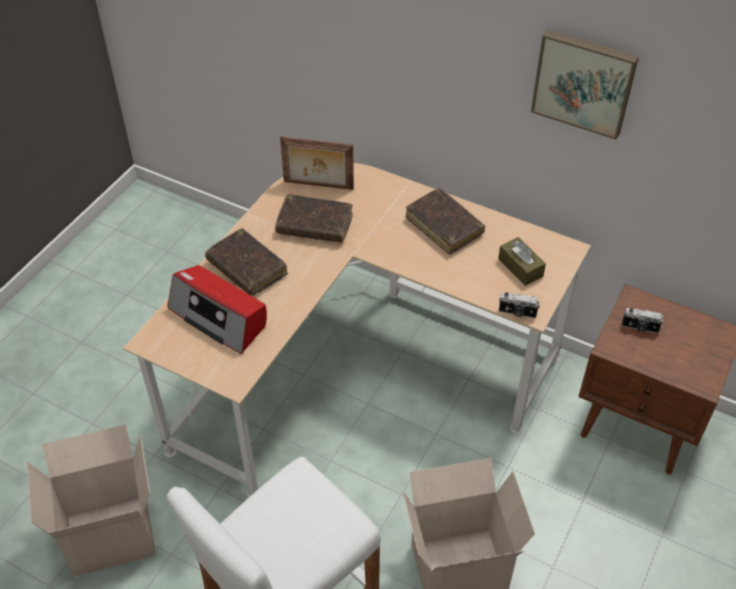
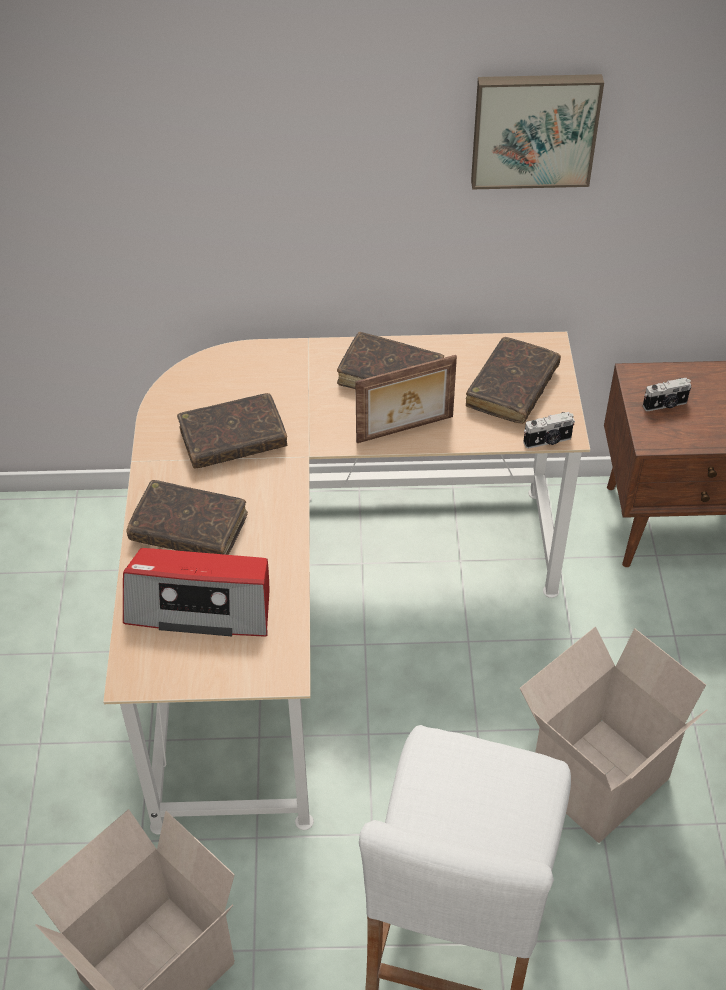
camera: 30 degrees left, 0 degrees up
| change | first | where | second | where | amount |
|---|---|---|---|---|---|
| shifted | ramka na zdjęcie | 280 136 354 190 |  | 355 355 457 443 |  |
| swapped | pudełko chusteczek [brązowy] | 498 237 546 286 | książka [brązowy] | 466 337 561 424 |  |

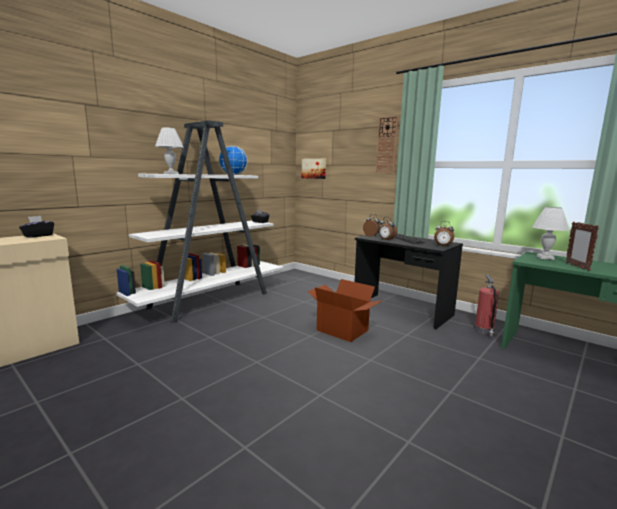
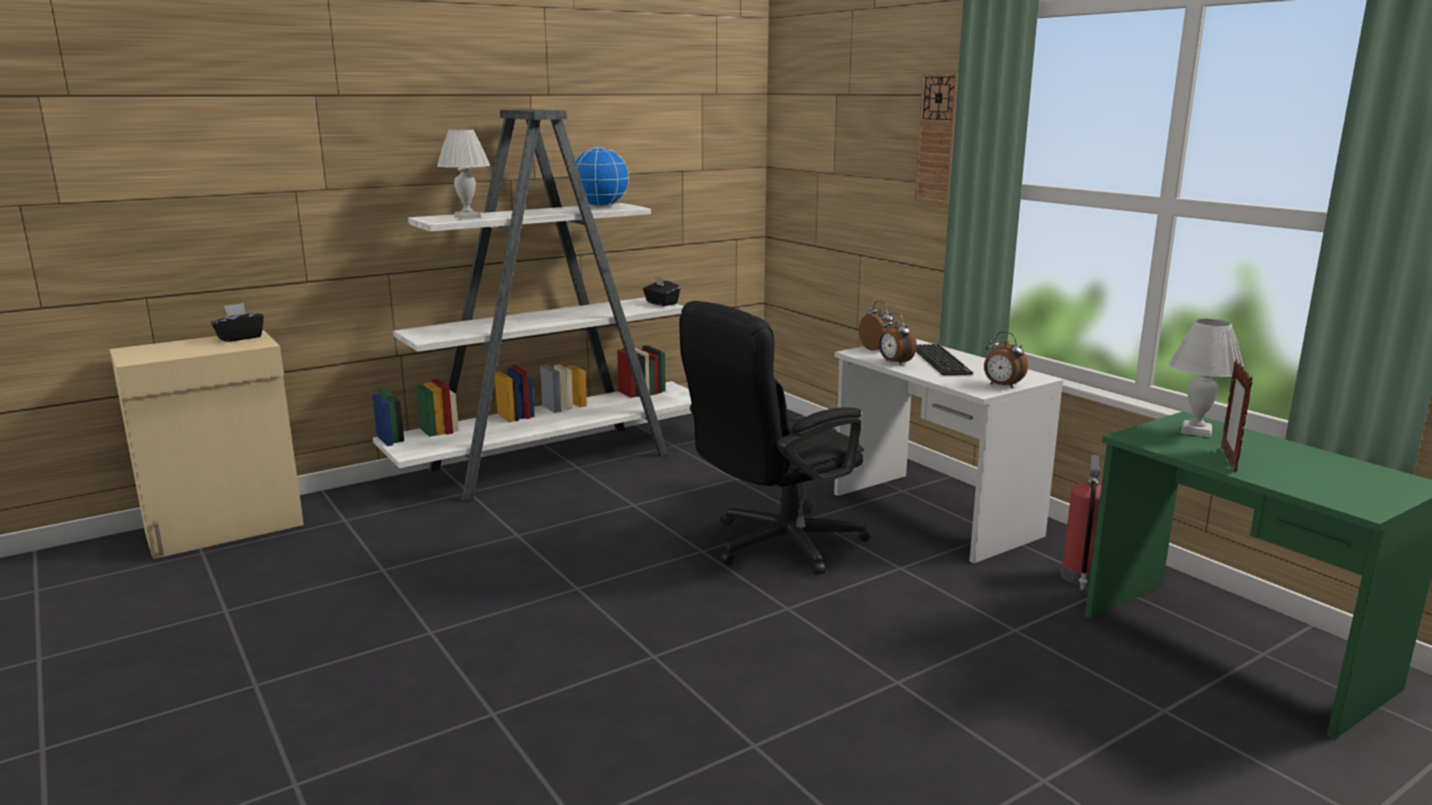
camera: 15 degrees right, 5 degrees up
| change | first | where | second | where | amount |
|---|---|---|---|---|---|
| gone | obraz | 302 159 326 179 |  |  |  |
| swapped | karton | 307 279 383 342 | krzesło biurowe [czarny] | 679 301 870 575 |  |
| repainted | biurko [czarny] | 355 233 463 329 | biurko [biały] | 834 339 1064 563 |  |

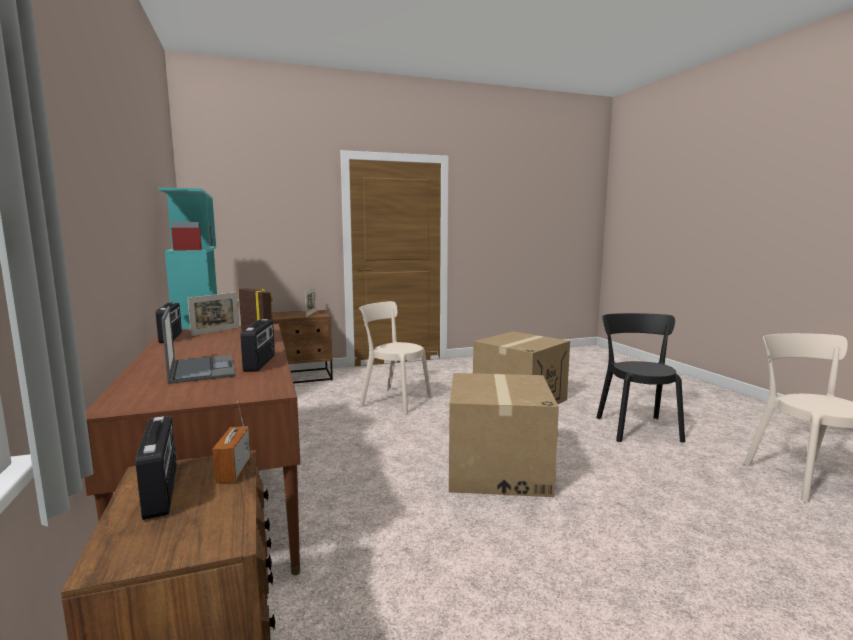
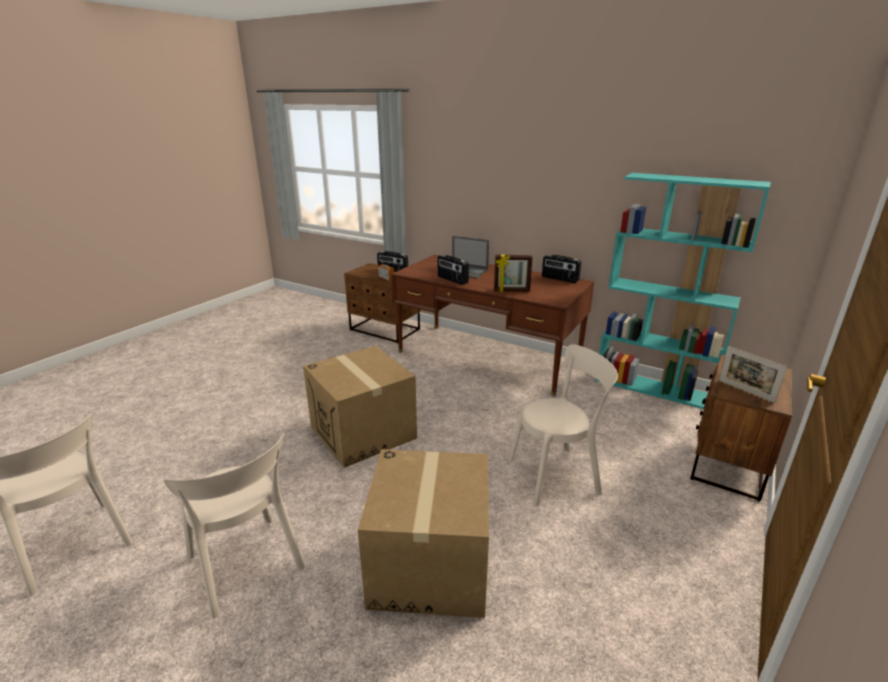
camera: 140 degrees right, 15 degrees up
| change | first | where | second | where | amount |
|---|---|---|---|---|---|
| gone | ramka na zdjęcie | 188 292 239 336 |  |  |  |
| repainted | krzesło [czarny] | 596 313 685 443 | krzesło [beżowy] | 164 433 305 619 |  |

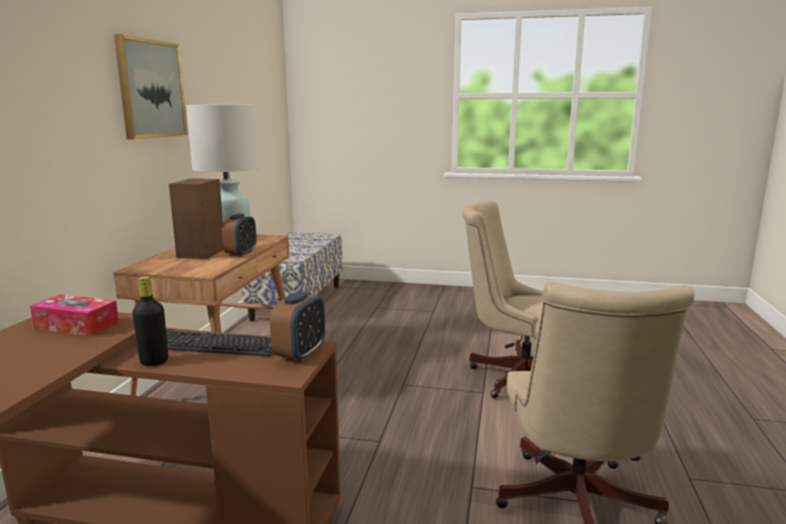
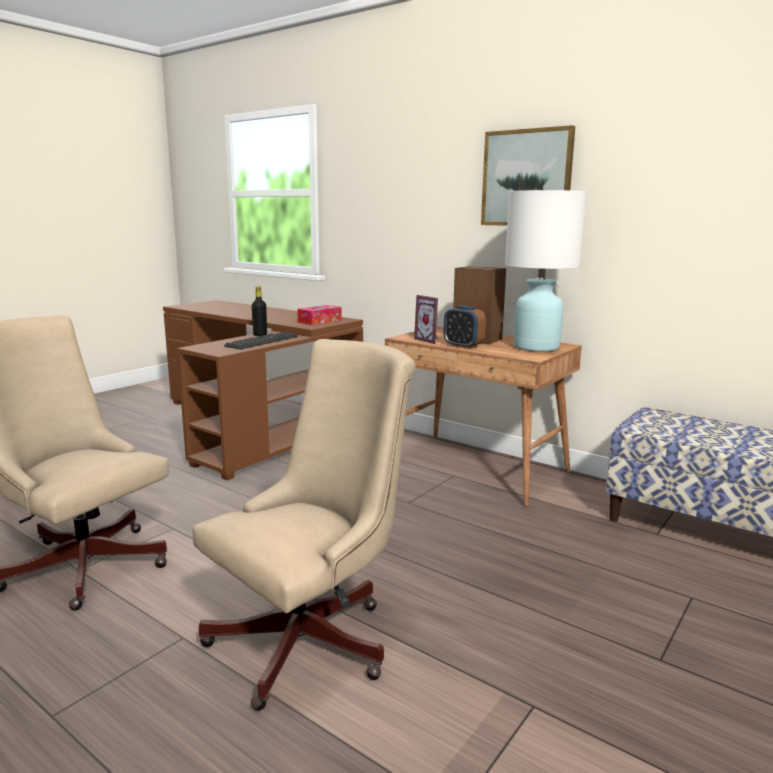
camera: 115 degrees right, 0 degrees up
| change | first | where | second | where | amount |
|---|---|---|---|---|---|
| gone | budzik | 270 291 325 362 |  |  |  |
| new |  |  | ramka na zdjęcie | 414 295 438 344 |  |

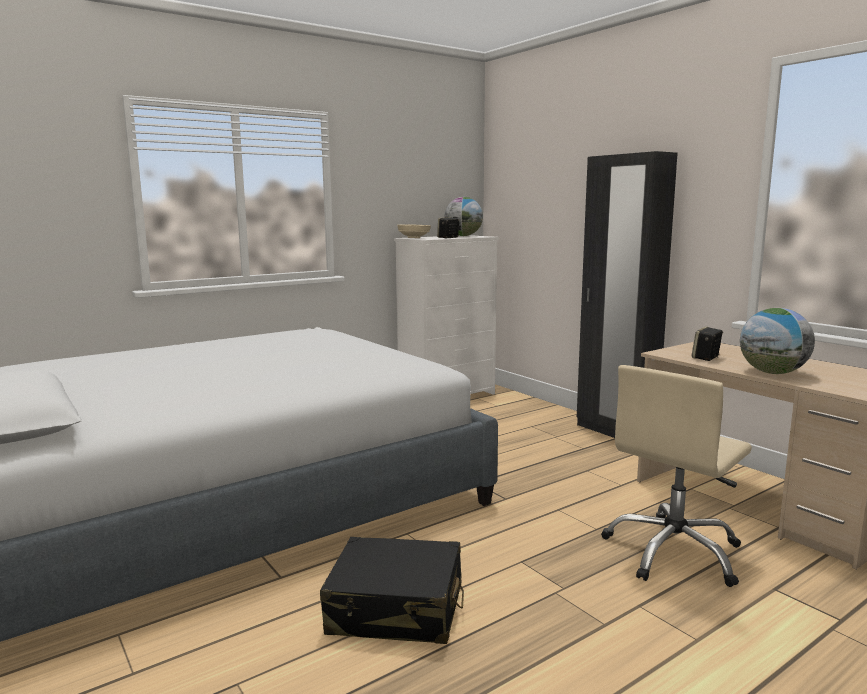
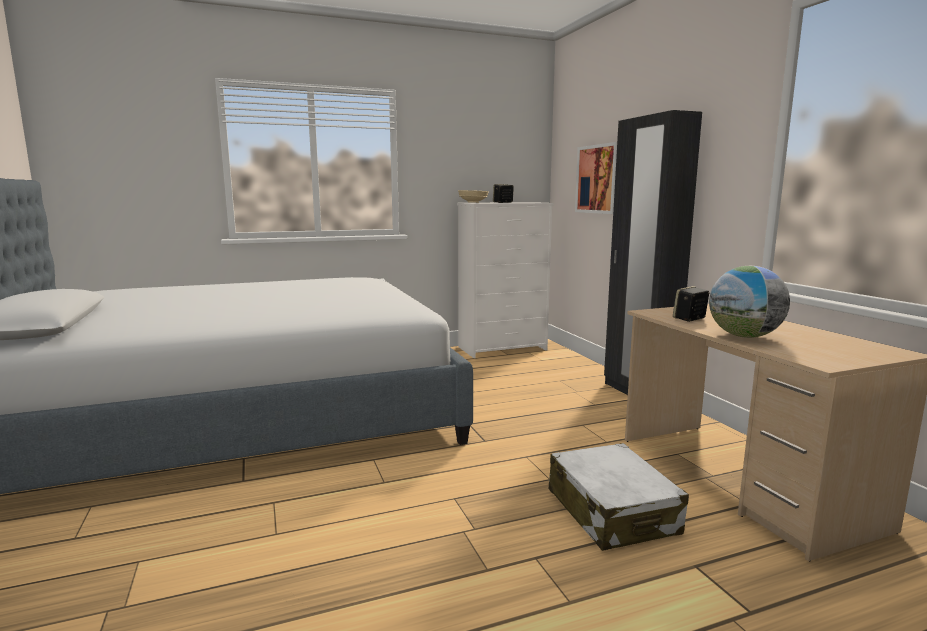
camera: 15 degrees right, 0 degrees up
| change | first | where | second | where | amount |
|---|---|---|---|---|---|
| gone | walizka [czarny] | 320 537 464 644 |  |  |  |
| gone | globus | 445 197 483 236 |  |  |  |
| new |  |  | obraz | 575 142 617 214 |  |
| swapped | krzesło biurowe [beżowy] | 601 365 752 587 | walizka [biały] | 549 443 689 551 |  |

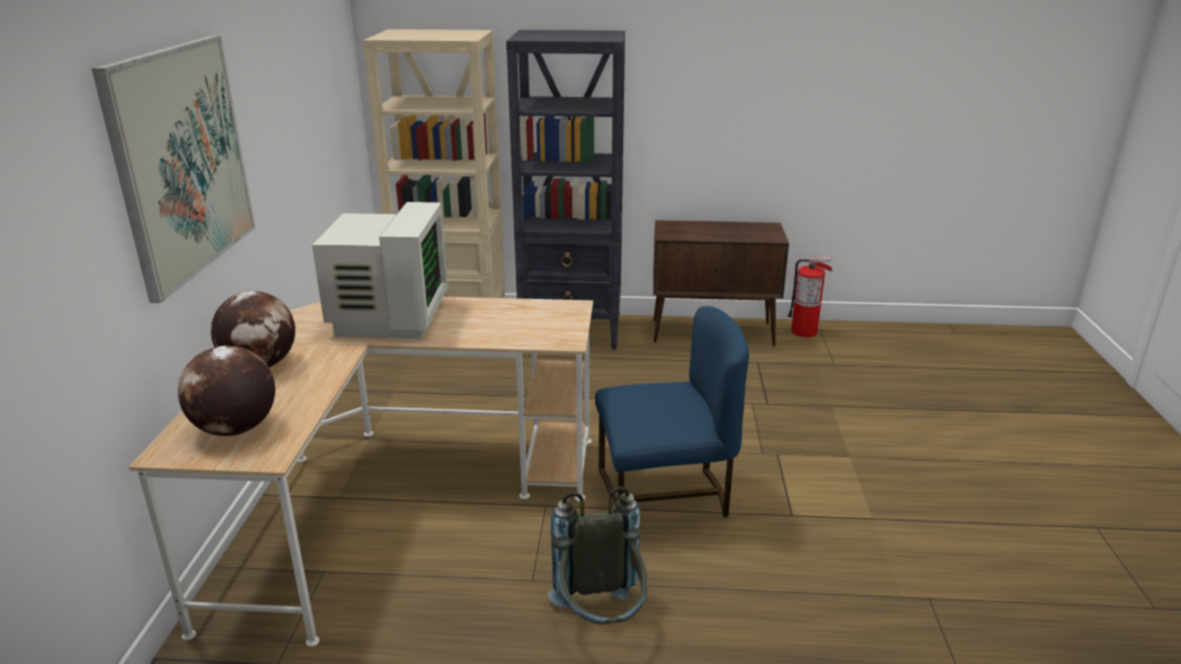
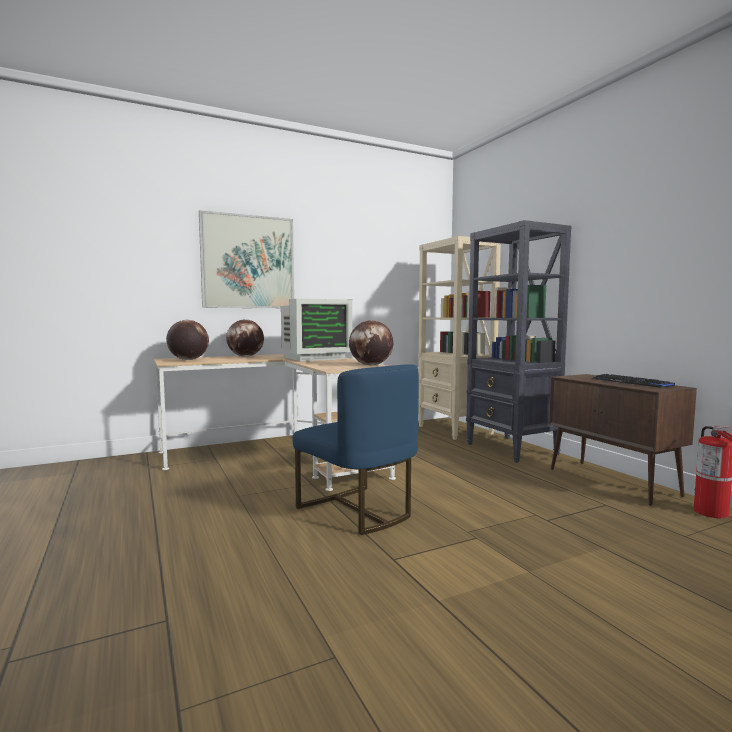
camera: 60 degrees right, 20 degrees down
| change | first | where | second | where | amount |
|---|---|---|---|---|---|
| gone | plecak [szary] | 548 486 648 624 |  |  |  |
| new |  |  | globus | 349 320 393 365 |  |
| new |  |  | klawiatura | 593 374 675 388 |  |

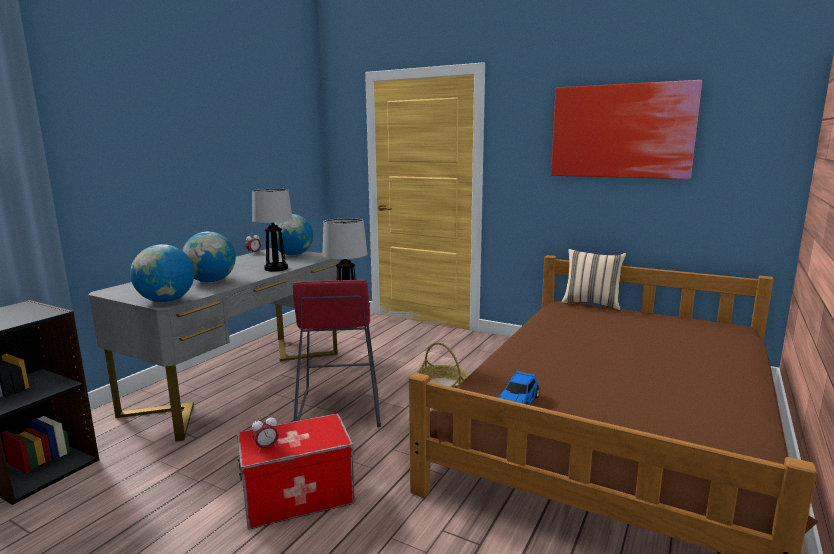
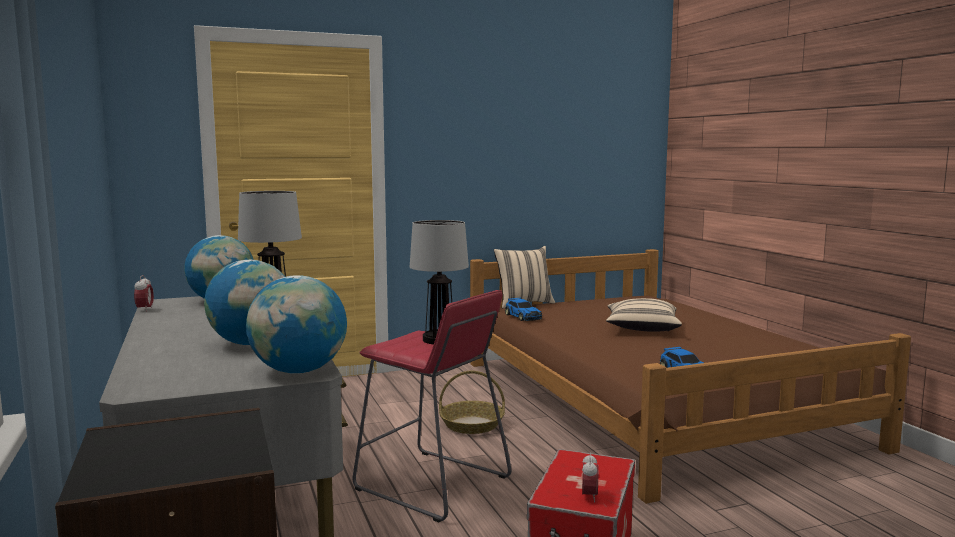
camera: 50 degrees left, 5 degrees down
| change | first | where | second | where | amount |
|---|---|---|---|---|---|
| gone | obraz | 551 80 702 179 |  |  |  |
| new |  |  | samochodzik | 505 298 542 321 |  |
| new |  |  | poduszka [beżowy] | 606 298 682 332 |  |

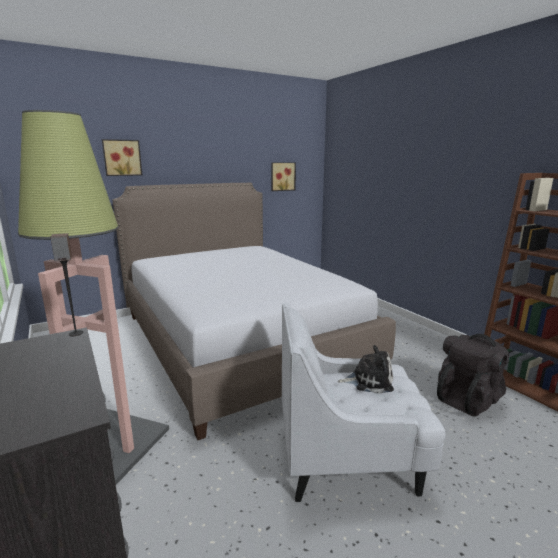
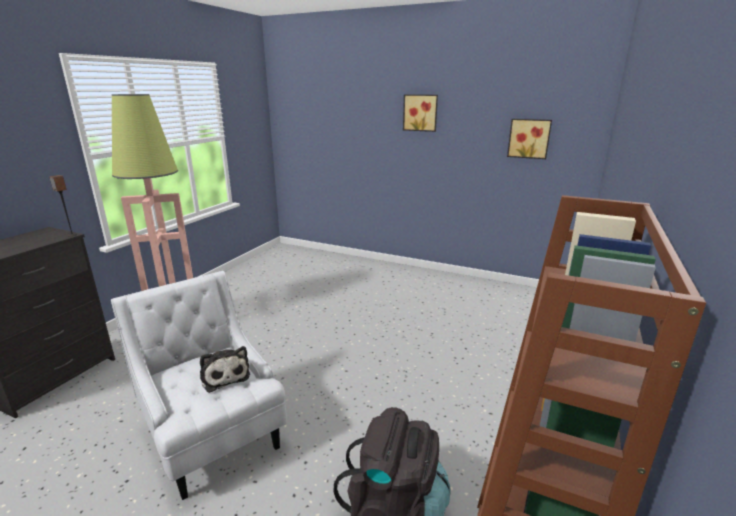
camera: 55 degrees right, 5 degrees up
| change | first | where | second | where | amount |
|---|---|---|---|---|---|
| gone | łóżko | 113 183 396 440 |  |  |  |
| shifted | obraz | 102 139 142 176 |  | 403 94 438 132 |  |

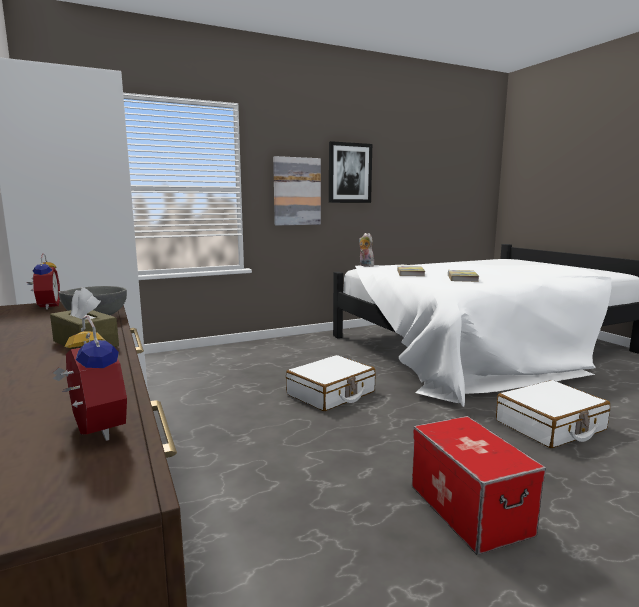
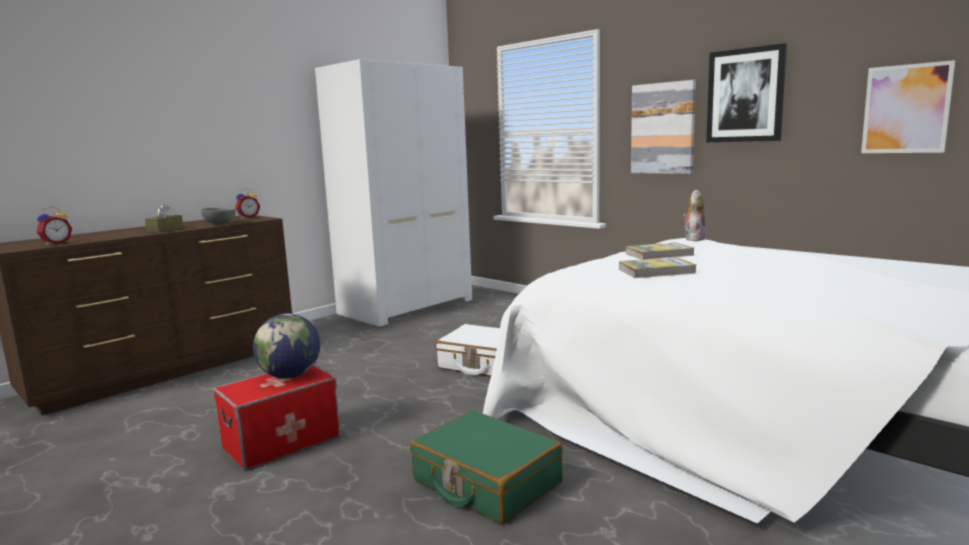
camera: 70 degrees right, 0 degrees up
| change | first | where | second | where | amount |
|---|---|---|---|---|---|
| new |  |  | globus | 253 313 320 379 |  |
| new |  |  | obraz | 861 60 956 153 |  |
| repainted | walizka [biały] | 496 380 610 448 | walizka [zielony] | 410 410 563 525 |  |

